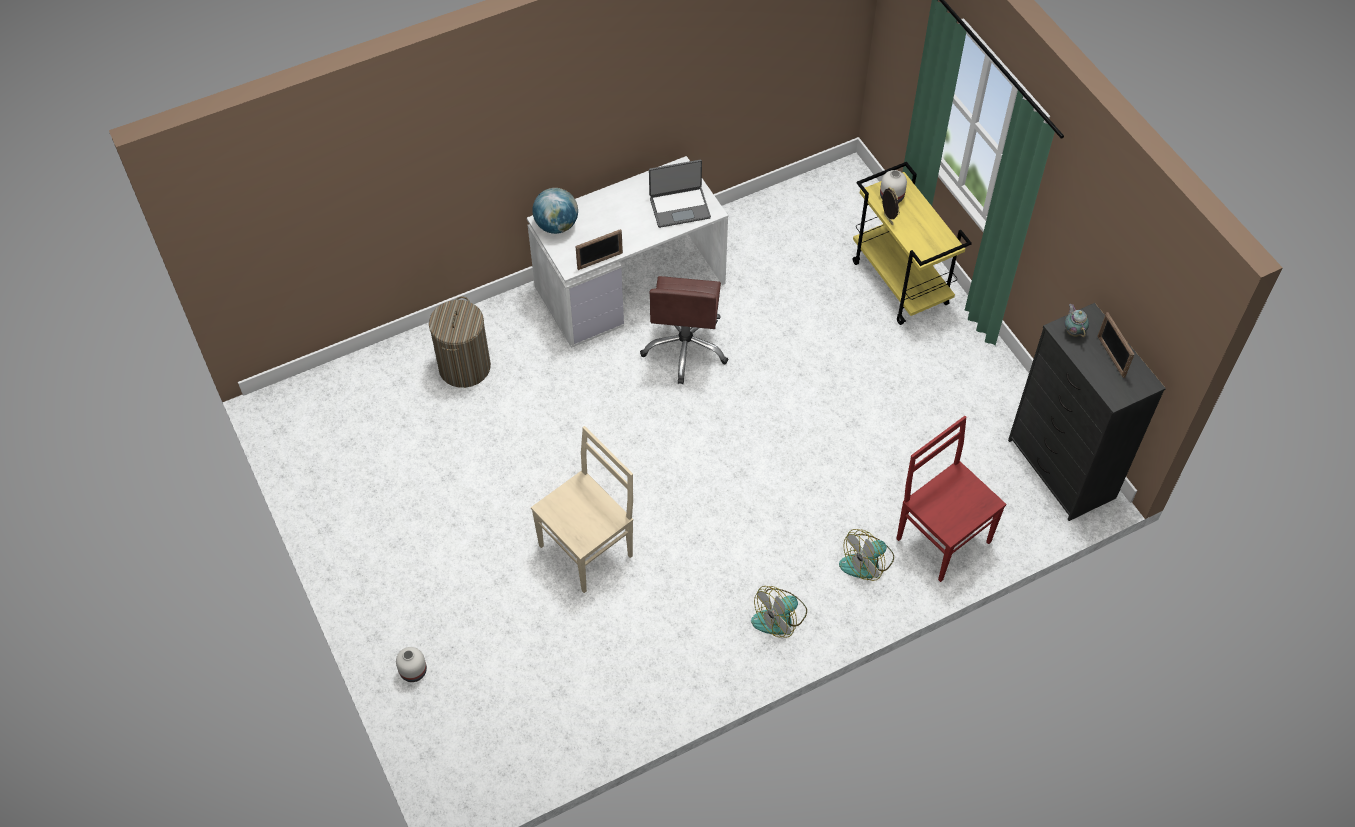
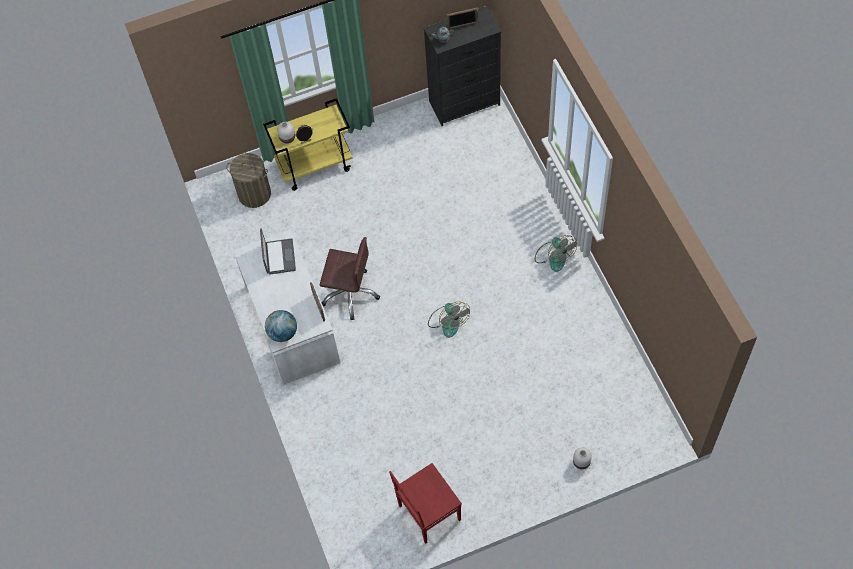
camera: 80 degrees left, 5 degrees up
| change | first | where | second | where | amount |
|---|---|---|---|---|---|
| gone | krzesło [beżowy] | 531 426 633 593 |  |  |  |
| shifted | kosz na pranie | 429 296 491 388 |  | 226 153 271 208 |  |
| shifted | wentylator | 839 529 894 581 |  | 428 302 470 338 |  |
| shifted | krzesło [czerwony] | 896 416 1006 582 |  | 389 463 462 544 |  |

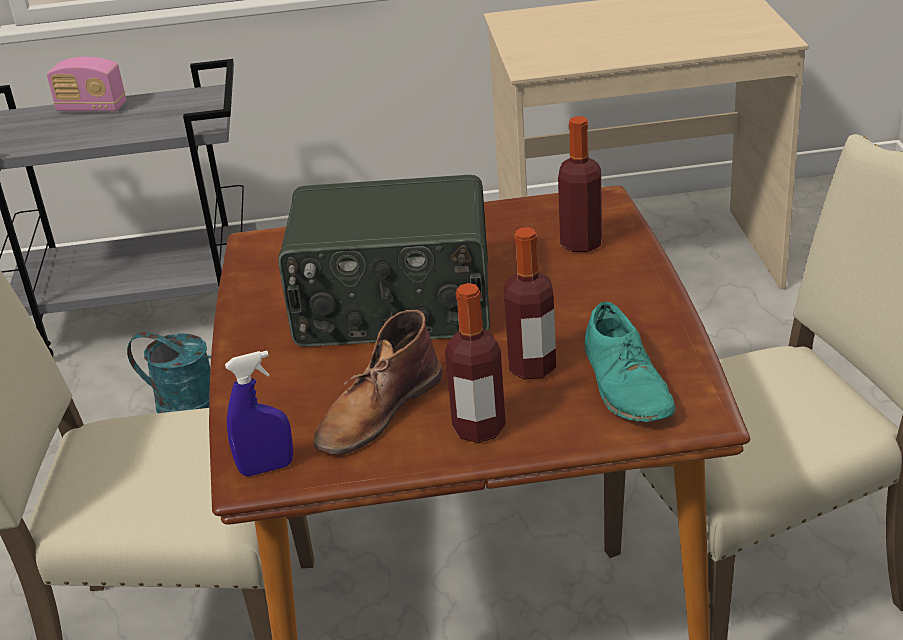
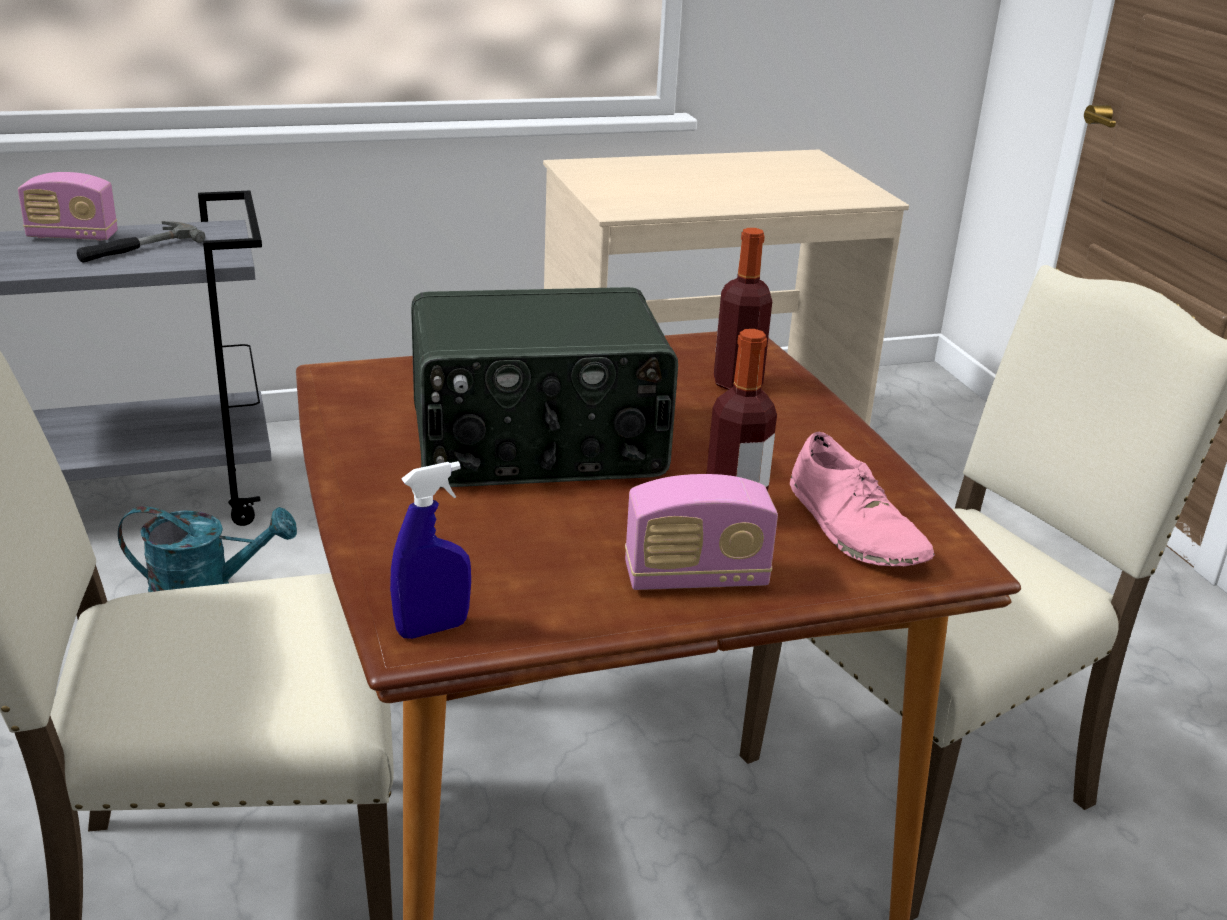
camera: 15 degrees left, 5 degrees down
| change | first | where | second | where | amount |
|---|---|---|---|---|---|
| gone | but z cholewką [brązowy] | 314 310 442 454 |  |  |  |
| new |  |  | młotek | 77 221 205 263 |  |
| swapped | butelka | 445 283 506 443 | radio | 625 474 778 590 |  |
| repainted | but [turkusowy] | 585 301 676 422 | but [różowy] | 790 432 935 566 |  |

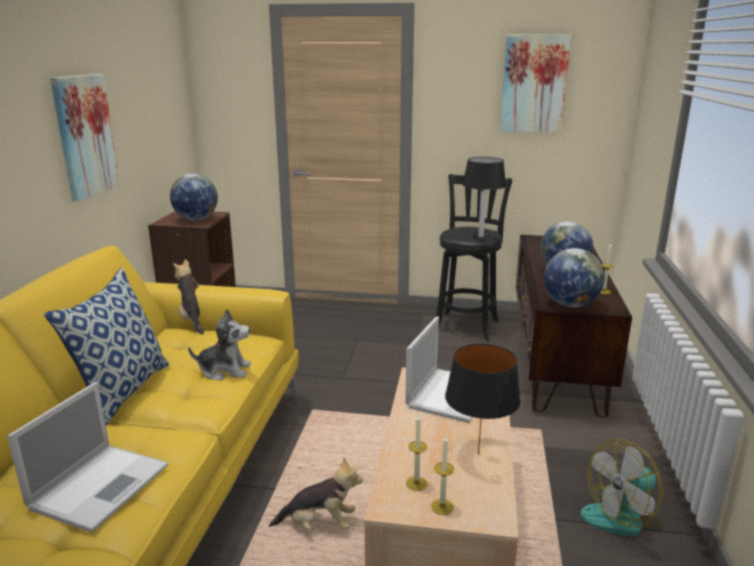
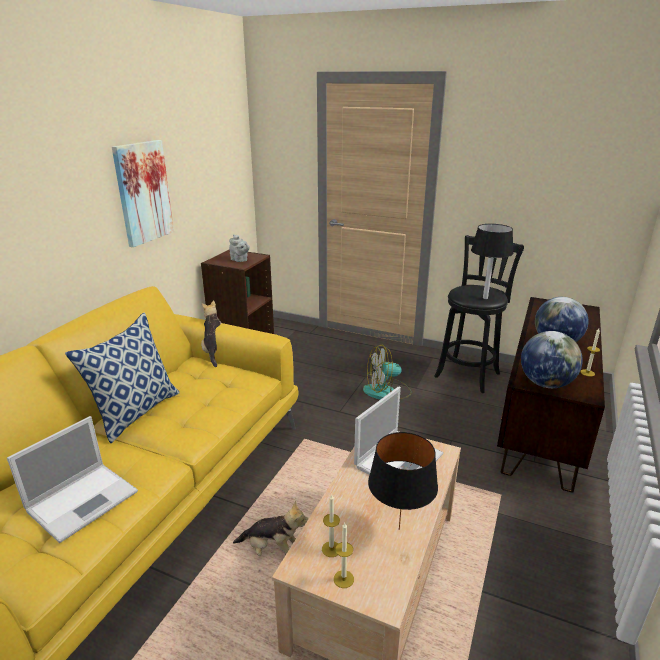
camera: 15 degrees right, 5 degrees up
| change | first | where | second | where | amount |
|---|---|---|---|---|---|
| gone | pluszak | 188 309 251 380 |  |  |  |
| gone | obraz | 500 34 571 133 |  |  |  |
| shifted | wentylator | 580 438 663 536 |  | 363 345 412 400 |  |
| swapped | globus | 170 174 218 221 | imbryk [szary] | 229 234 250 262 |  |

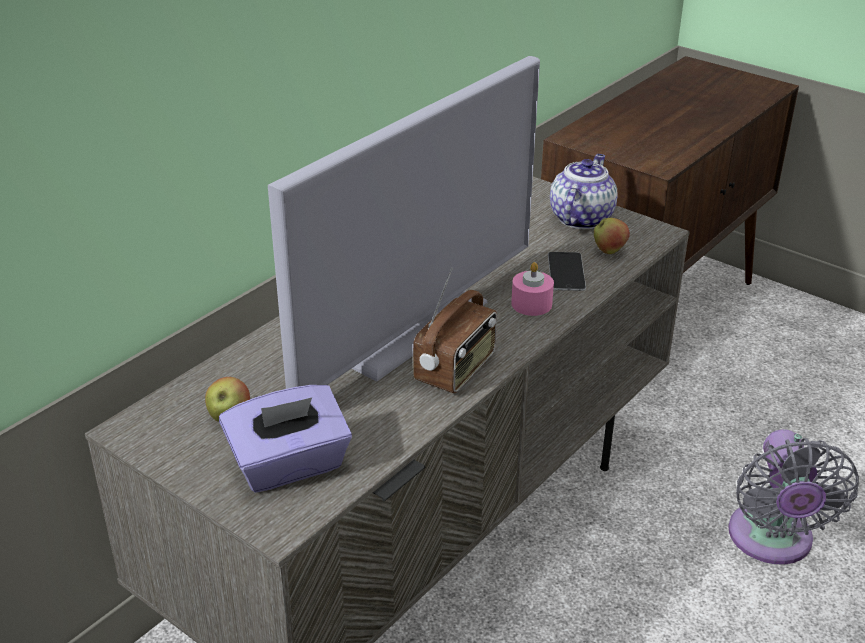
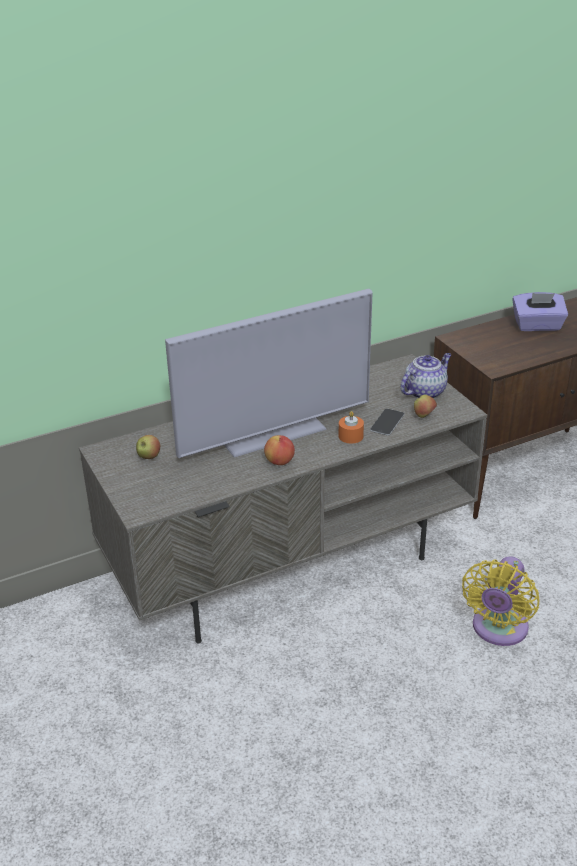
camera: 25 degrees right, 0 degrees up
| change | first | where | second | where | amount |
|---|---|---|---|---|---|
| shifted | pudełko chusteczek [fioletowy] | 219 385 352 493 |  | 512 292 568 331 |  |
| swapped | radio | 413 267 497 393 | jabłko | 264 435 295 465 |  |
| repainted | świeca [różowy] | 511 262 554 316 | świeca [pomarańczowy] | 339 411 364 444 |  |
| repainted | wentylator [szary] | 728 429 859 564 | wentylator [żółty] | 462 556 539 646 |  |

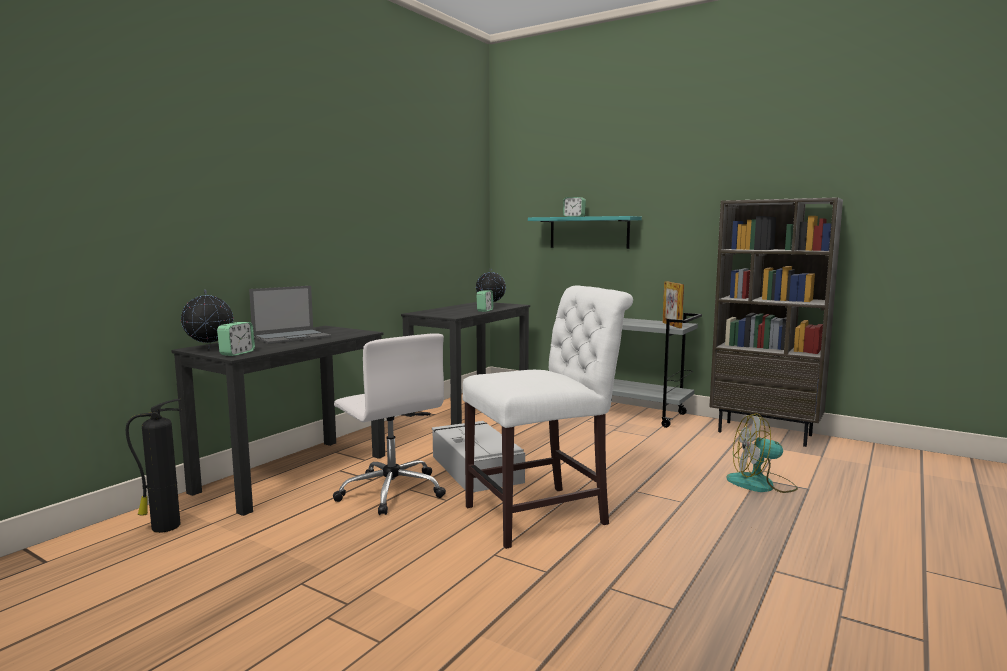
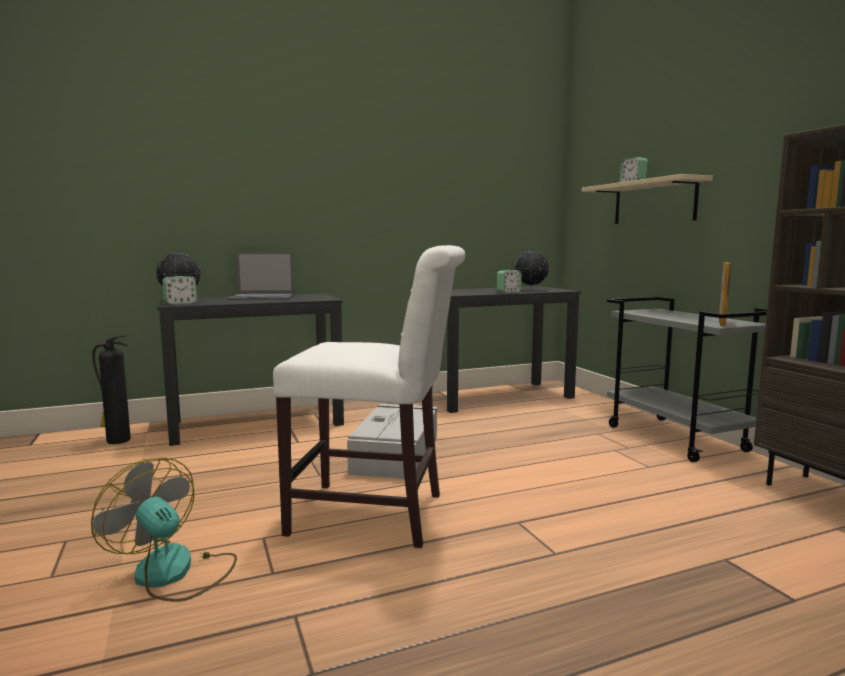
camera: 35 degrees right, 0 degrees up
| change | first | where | second | where | amount |
|---|---|---|---|---|---|
| gone | krzesło biurowe [biały] | 333 334 446 515 |  |  |  |
| shifted | wentylator | 726 413 798 493 |  | 91 458 237 602 |  |
| repainted | półka [turkusowy] | 528 216 642 249 | półka [beżowy] | 582 174 713 224 |  |

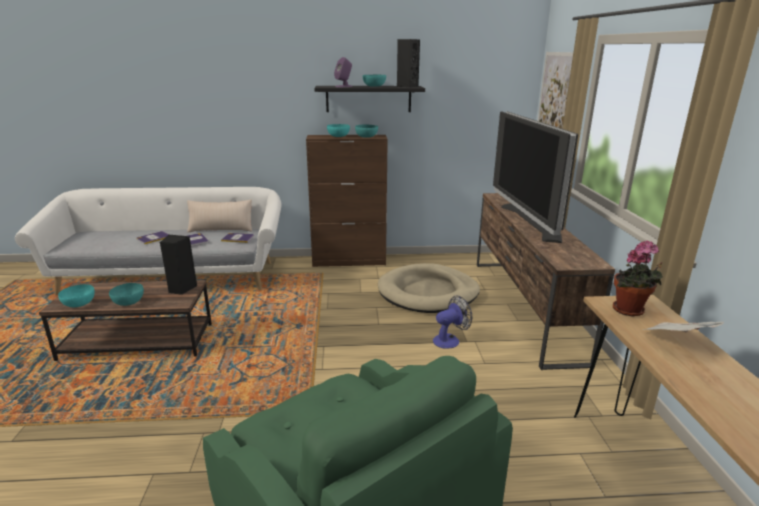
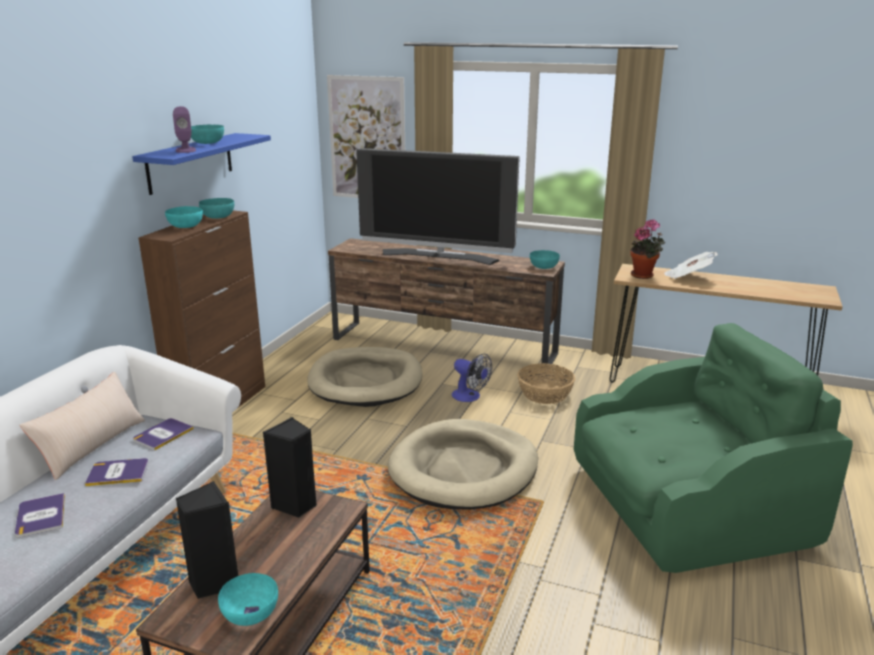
camera: 65 degrees left, 0 degrees up
| change | first | where | second | where | amount |
|---|---|---|---|---|---|
| new |  |  | legowisko [beżowy] | 388 419 538 510 |  |
| new |  |  | koszyk | 517 363 575 404 |  |
| shifted | miska [turkusowy] | 109 283 144 306 |  | 530 250 560 269 |  |
| shifted | głośnik [czarny] | 397 39 420 88 |  | 176 481 238 599 |  |
| repainted | półka [czarny] | 314 86 425 112 | półka [niebieski] | 132 133 271 195 |  |
| rotated | wentylator | 433 296 472 349 |  | 452 354 492 402 | 135 degrees clockwise |

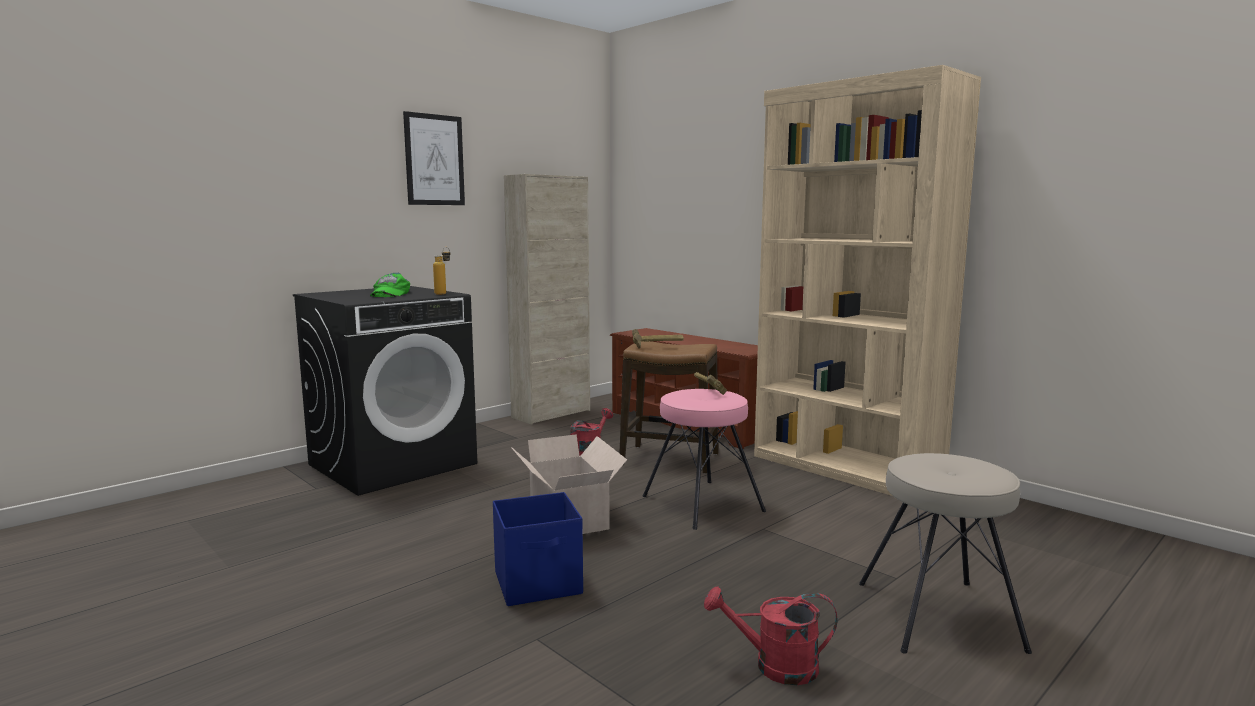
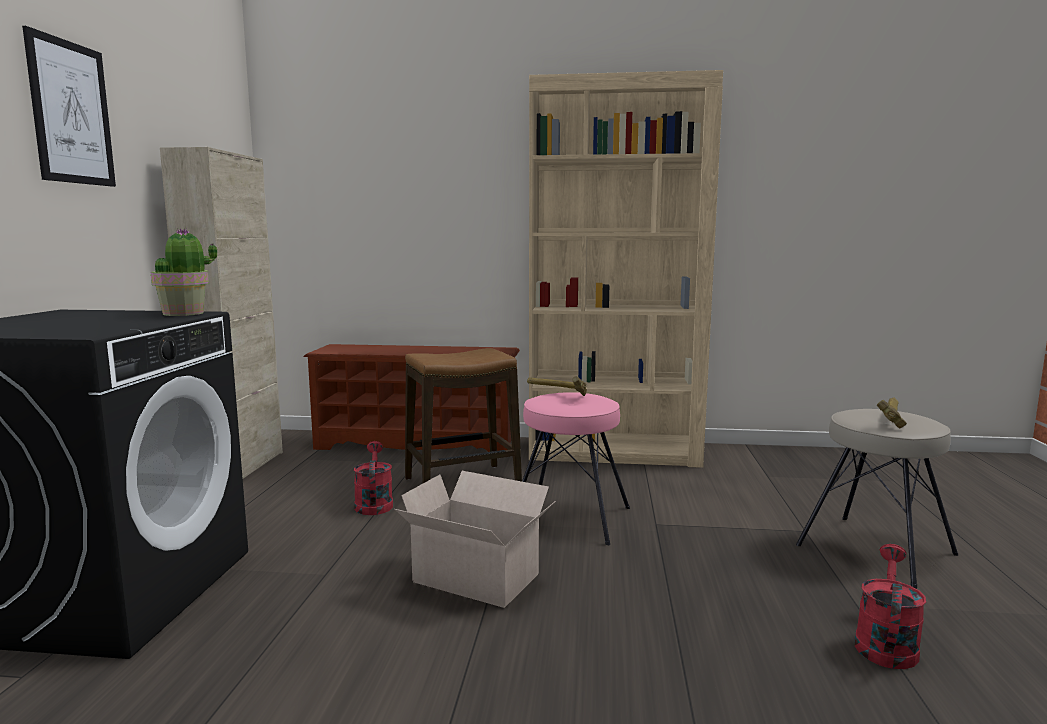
camera: 40 degrees left, 0 degrees up
| change | first | where | second | where | amount |
|---|---|---|---|---|---|
| gone | czapka z daszkiem [zielony] | 370 273 410 297 |  |  |  |
| gone | pojemnik do przechowywania [niebieski] | 493 492 583 606 |  |  |  |
| shifted | młotek | 632 329 684 349 |  | 877 397 907 429 |  |
| swapped | butelka | 433 247 450 295 | roślina doniczkowa | 151 228 217 316 |  |
| rotated | konewka [czerwony] | 704 586 837 685 |  | 854 544 926 669 | 150 degrees clockwise |

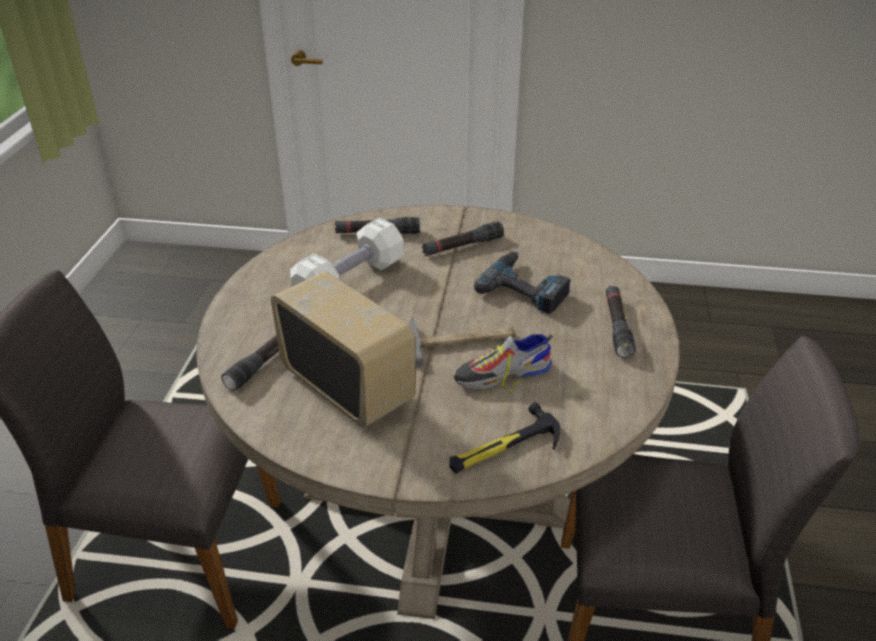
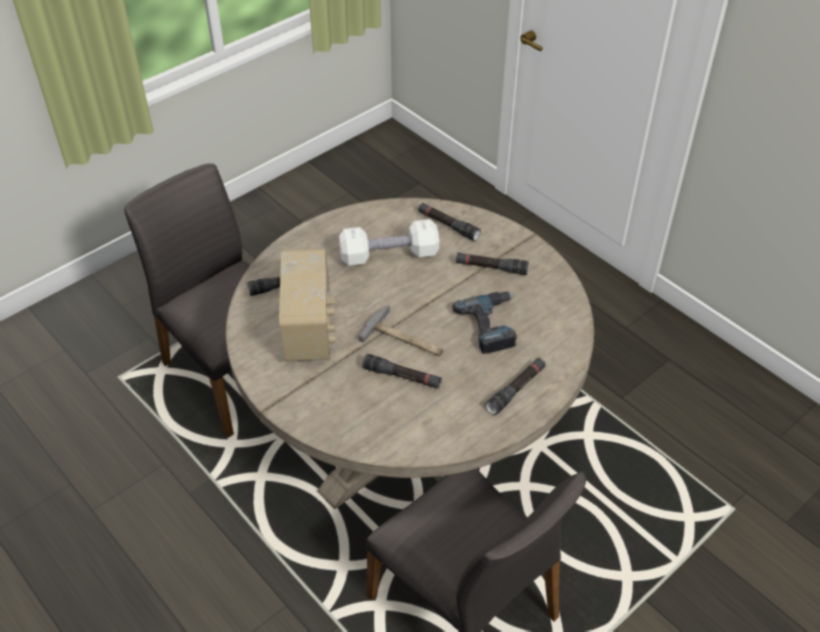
camera: 40 degrees right, 10 degrees up
| change | first | where | second | where | amount |
|---|---|---|---|---|---|
| gone | młotek | 449 402 560 474 |  |  |  |
| swapped | but | 454 334 553 391 | latarka [czarny] | 362 354 442 389 |  |

